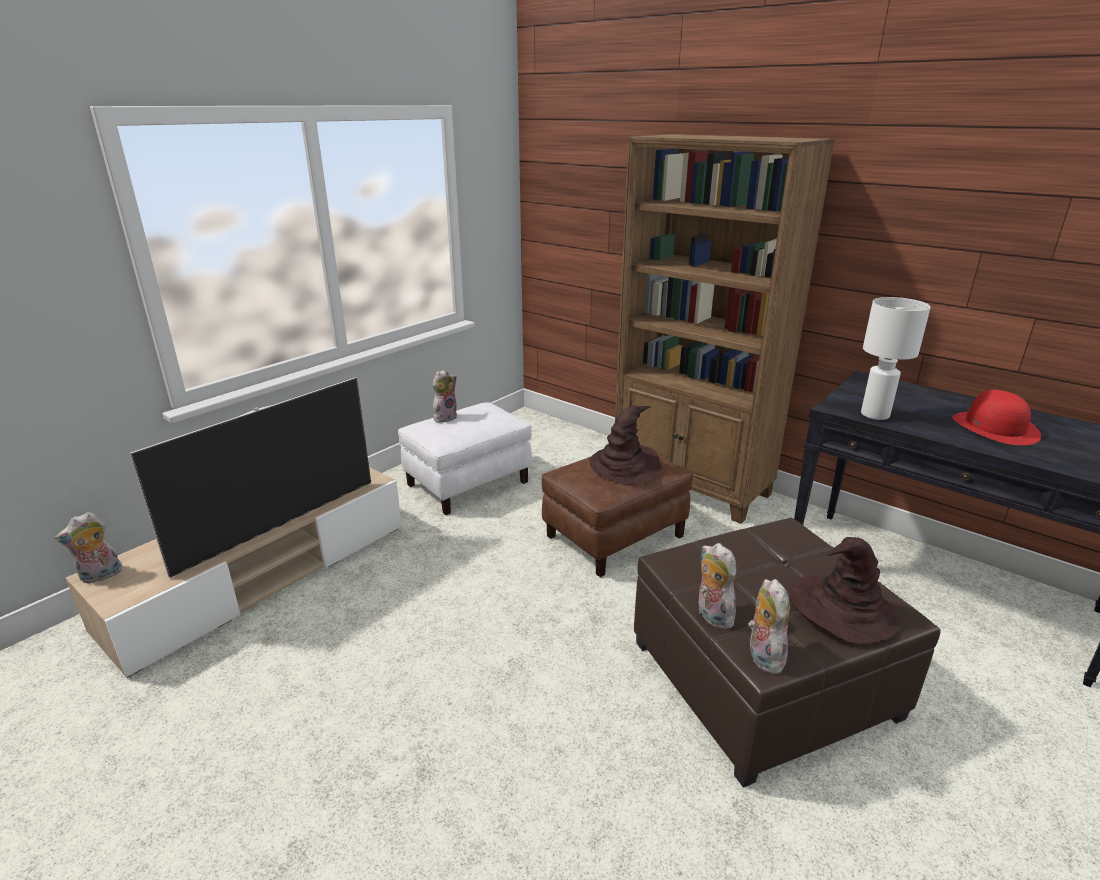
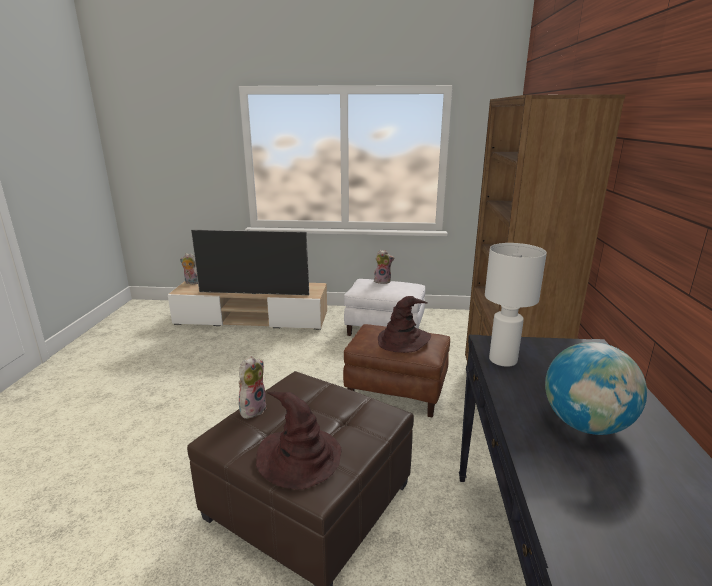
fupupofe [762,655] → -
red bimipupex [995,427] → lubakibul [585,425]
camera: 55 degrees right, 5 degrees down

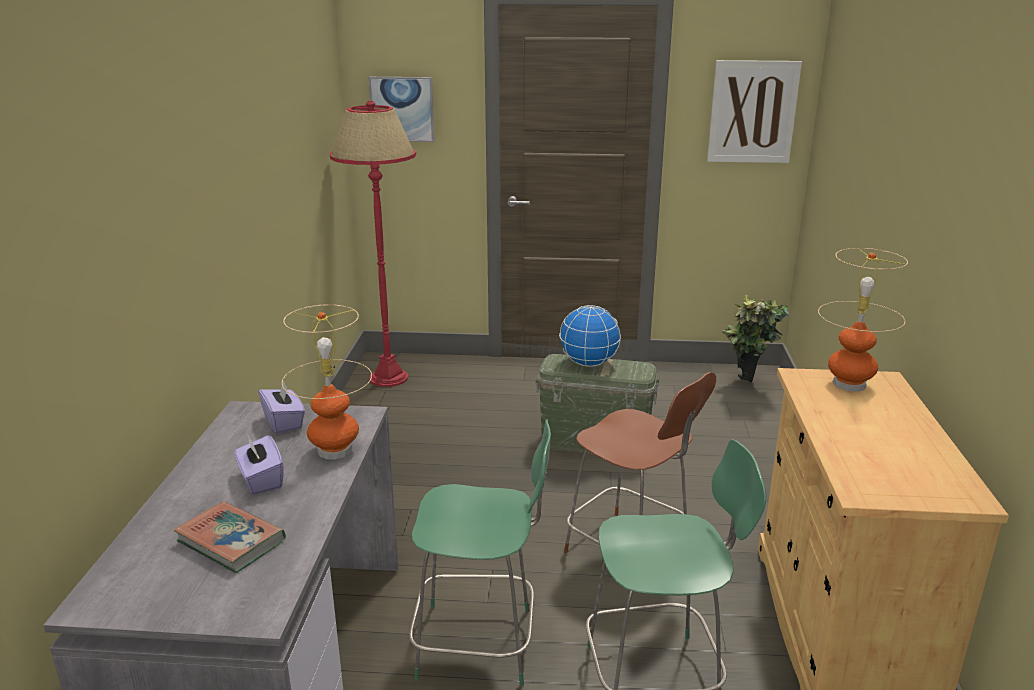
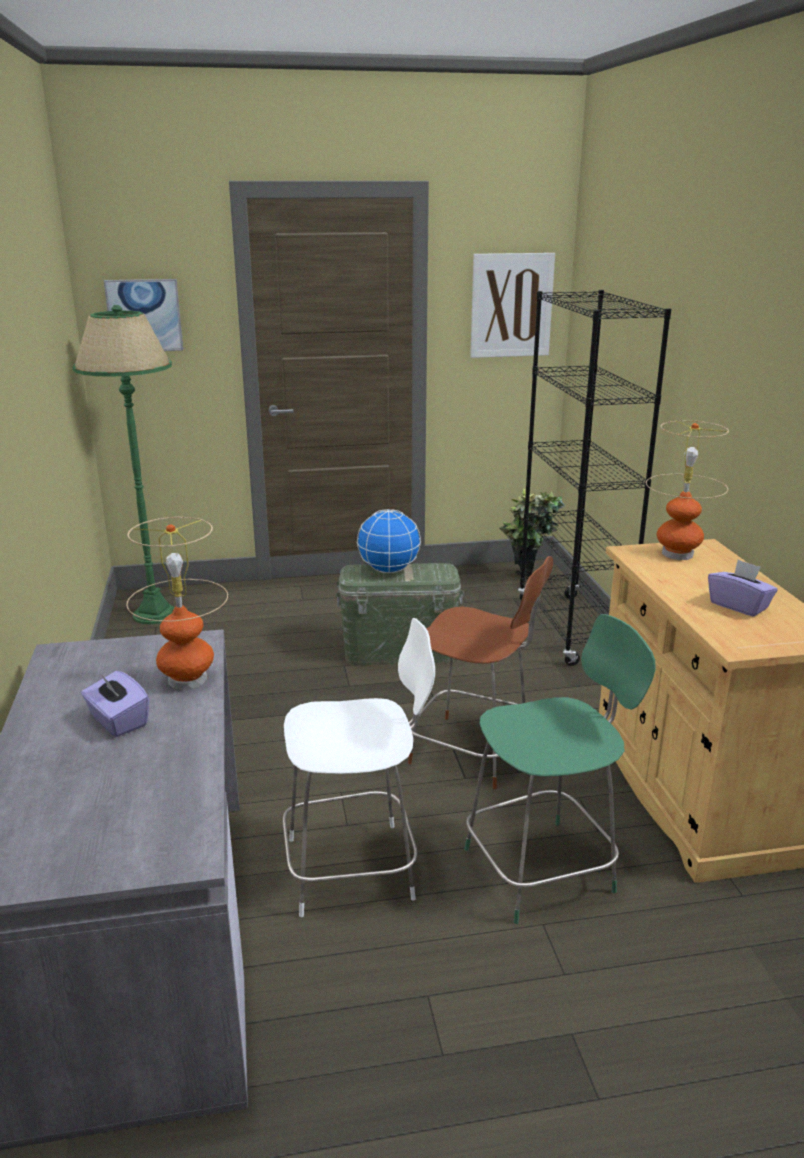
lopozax [231,541] → -
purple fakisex [284,422] → purple fakisex [739,606], relocated
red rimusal [388,378] → green rimusal [154,614]
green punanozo [480,644] → white punanozo [355,867]
- → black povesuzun [571,629]
camera: 15 degrees left, 0 degrees up

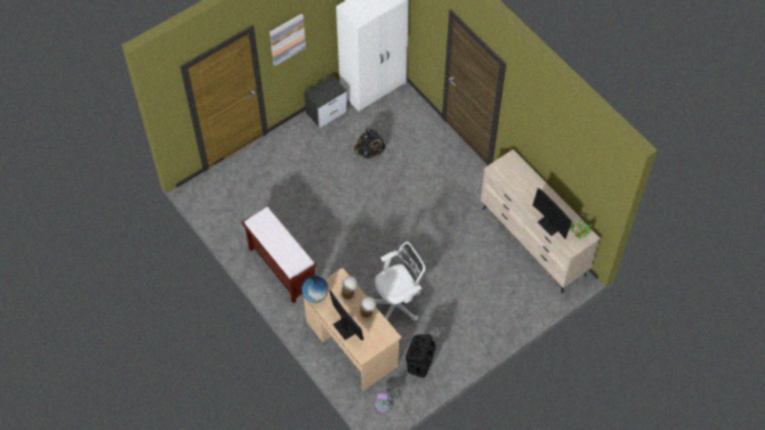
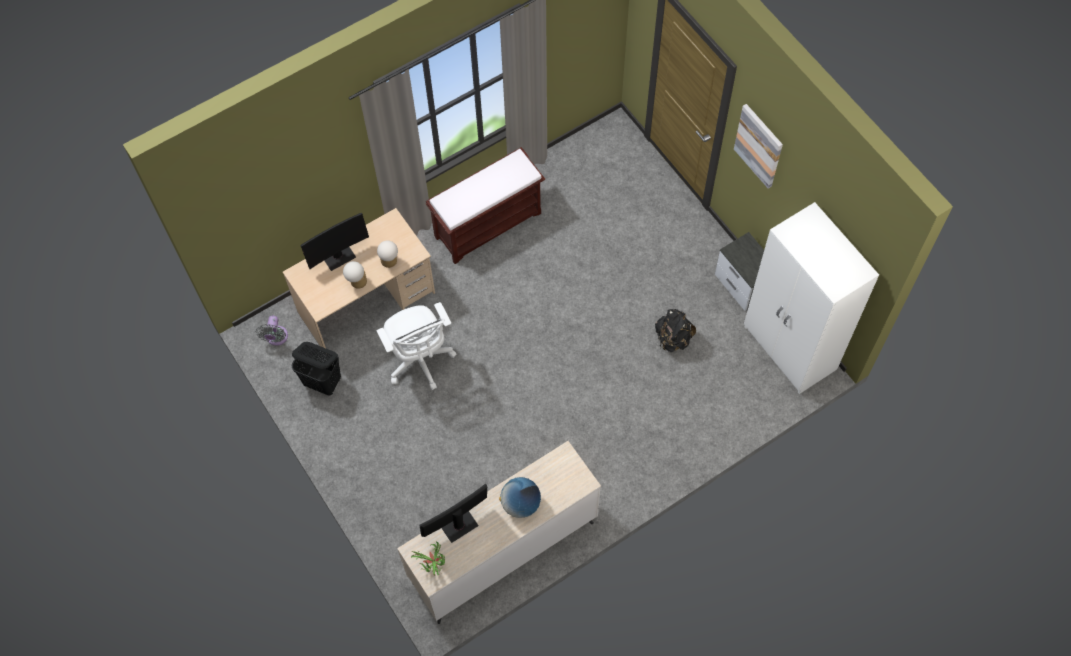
lubakibul [315,295] → lubakibul [521,504], relocated
camera: 95 degrees right, 5 degrees up

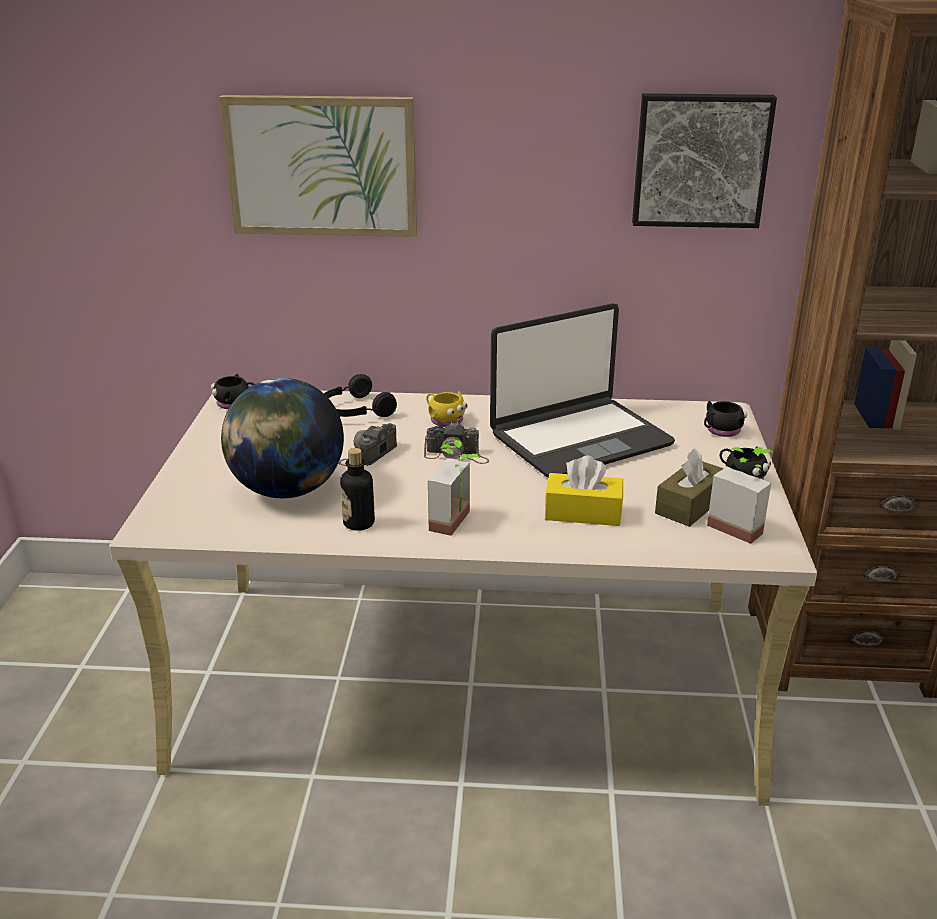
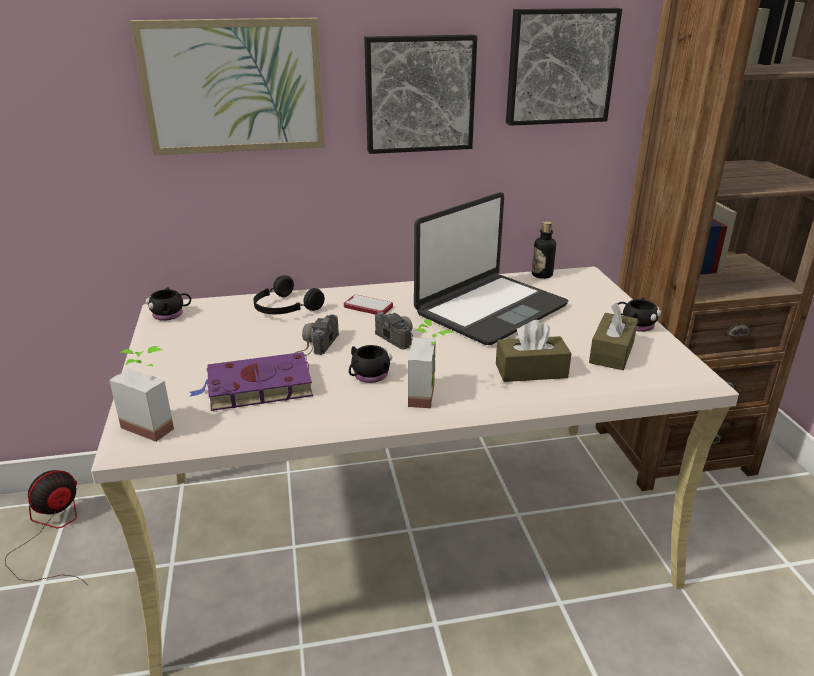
lubakibul [287,490] → purple lopozax [256,388]
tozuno [359,523] → tozuno [542,275], relocated
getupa [456,455] → getupa [395,335], 120 degrees counterclockwise
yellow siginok [444,419] → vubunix [368,306]
yellow fakisex [583,513] → brown fakisex [531,371]
black siginok [721,431] → black siginok [368,376], relocated
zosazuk [740,525] → zosazuk [155,423], relocated
- → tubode [52,534]
- → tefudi [419,94]
camera: 15 degrees left, 0 degrees up

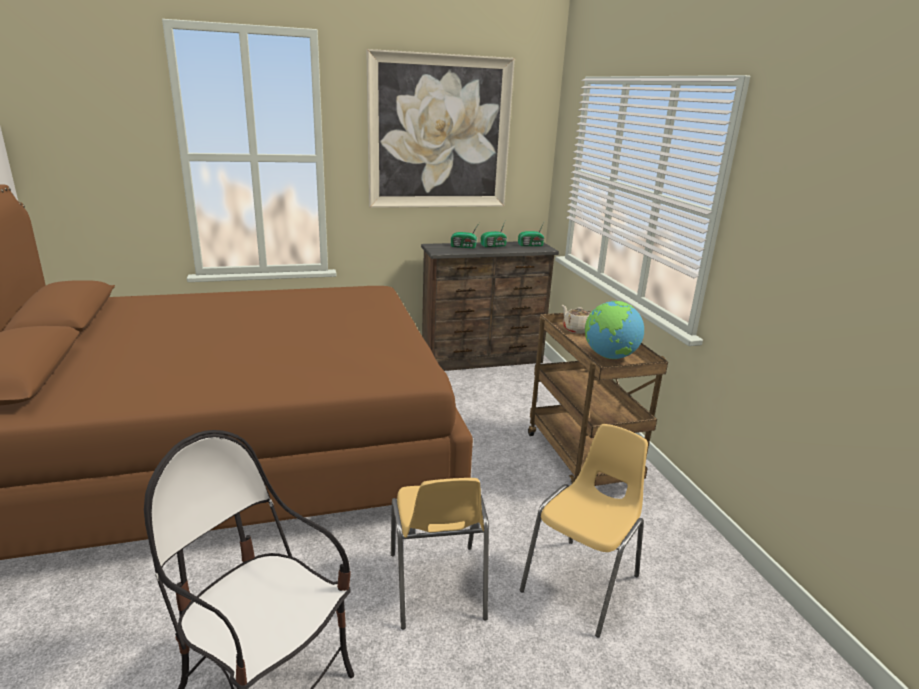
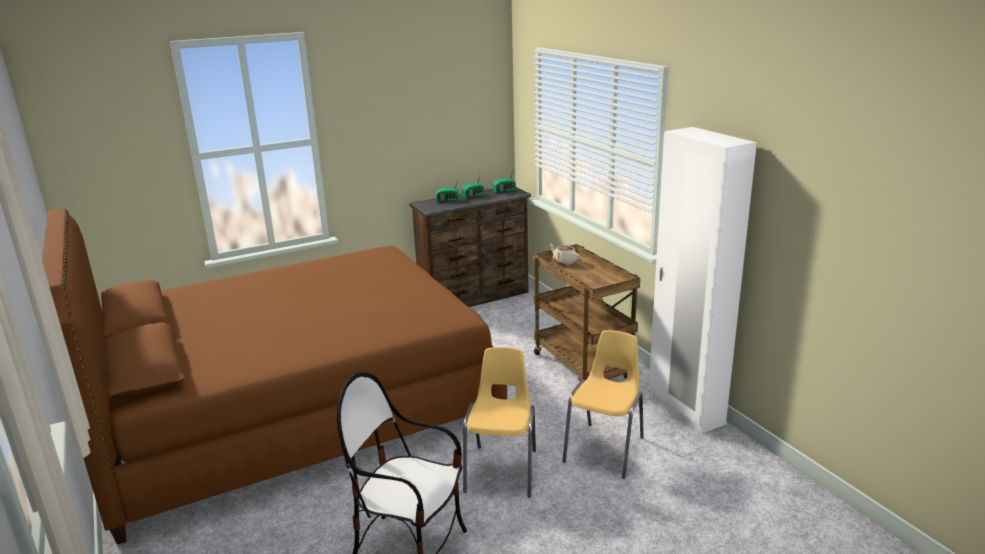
tefudi [439,133] → -
yellow punanozo [437,586] → yellow punanozo [502,470], 150 degrees counterclockwise
lubakibul [609,356] → -
- → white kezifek [685,410]
camera: 10 degrees left, 0 degrees up

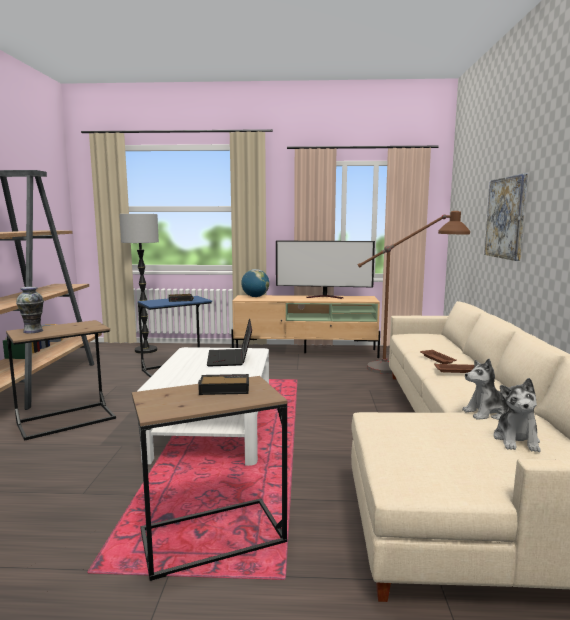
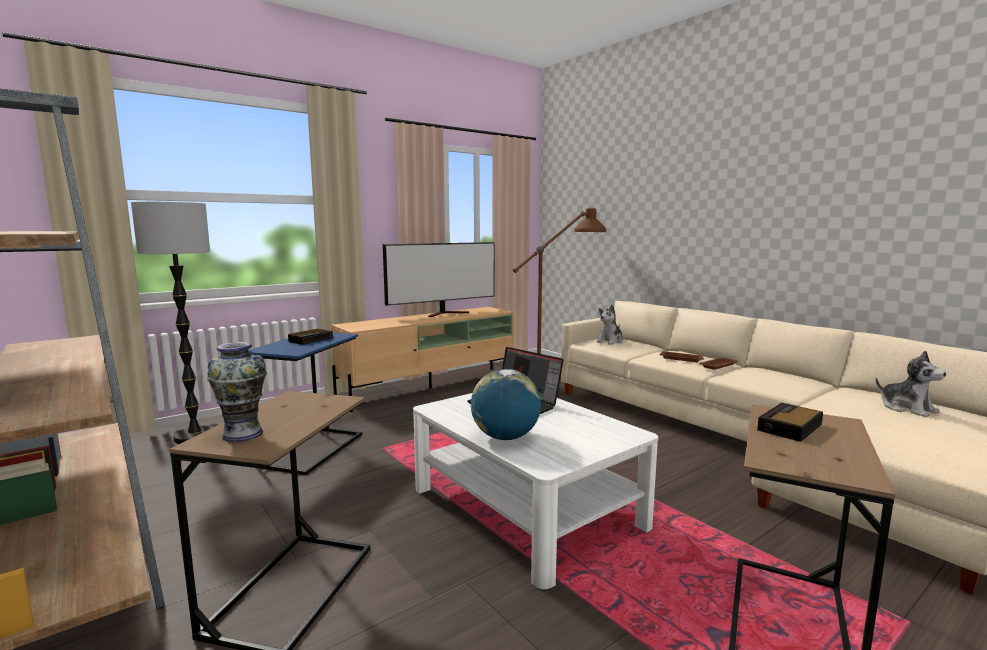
lubakibul [255,297] → lubakibul [505,437], relocated
fupupofe [487,413] → fupupofe [610,341], relocated
tefudi [506,218] → -
camera: 40 degrees left, 0 degrees up

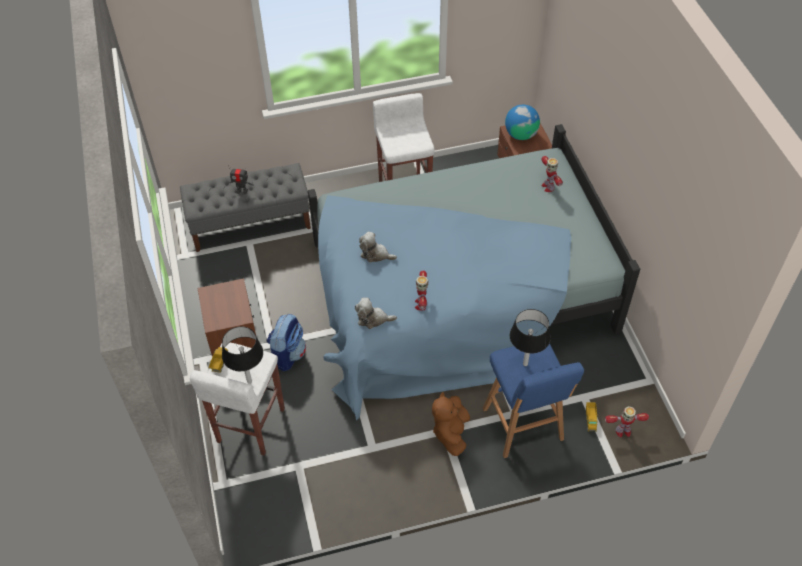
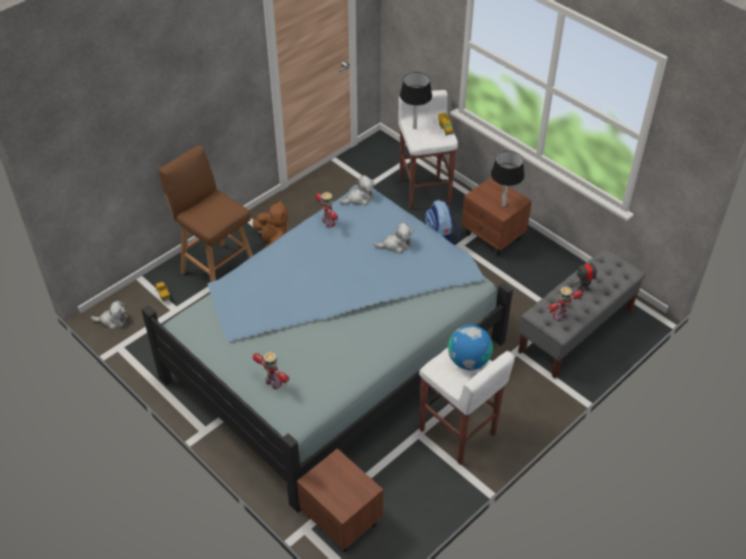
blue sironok [523,426] → brown sironok [217,269]
lubakibul [521,135] → lubakibul [468,361], relocated
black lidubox [525,364] → black lidubox [503,205], relocated
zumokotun [622,431] → zumokotun [560,316], relocated
- → fupupofe [113,320]
camera: 150 degrees right, 5 degrees down

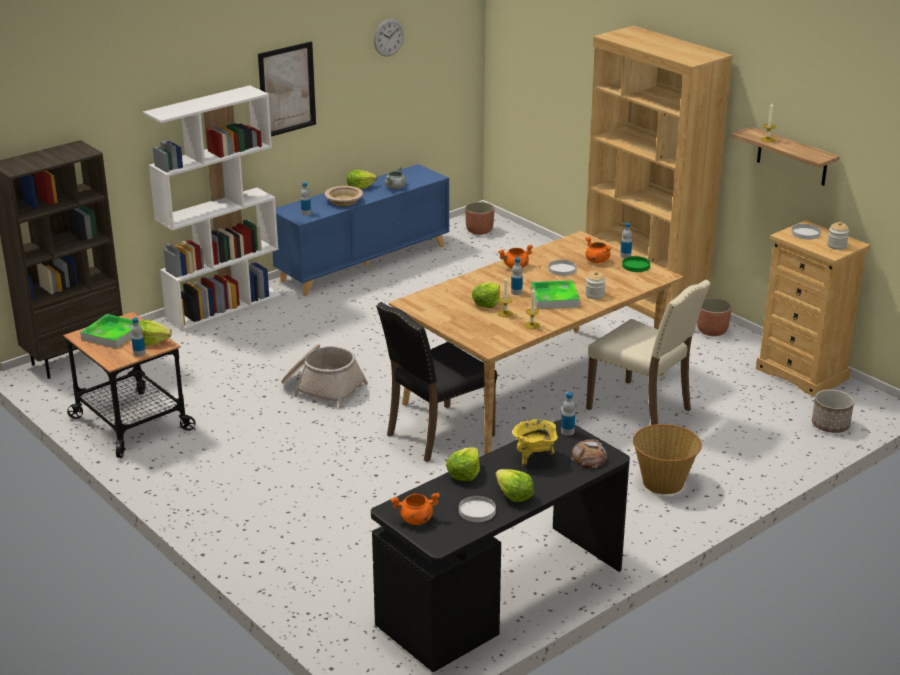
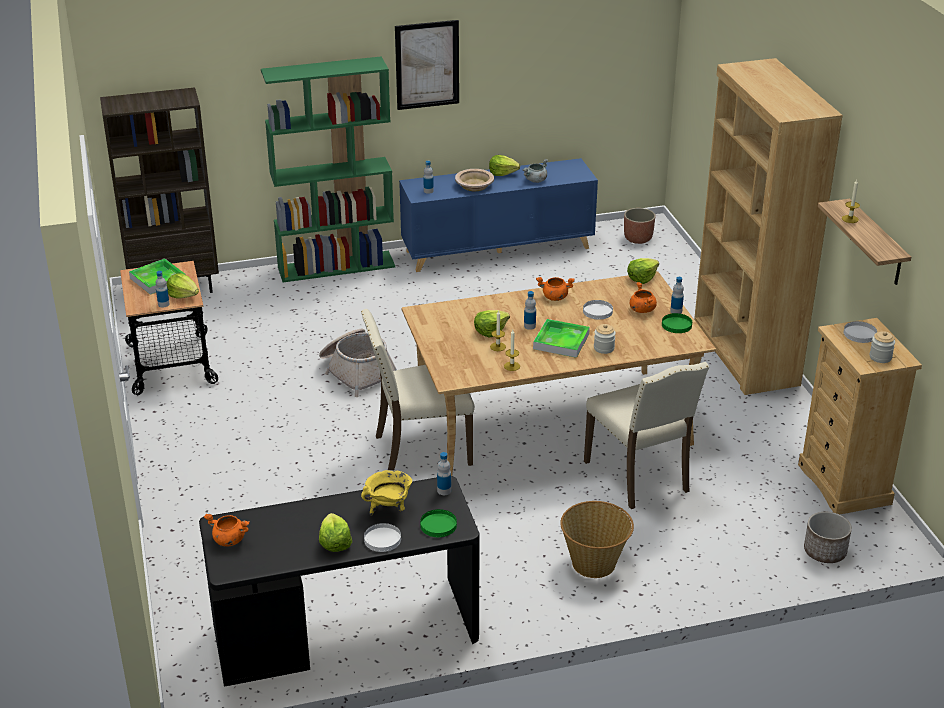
white povesuzun [224,307] → green povesuzun [337,266]
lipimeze [388,37] → -
black punanozo [437,435] → beige punanozo [420,449]
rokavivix [464,474] → rokavivix [642,278], relocated
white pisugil [477,511] → white pisugil [382,539], relocated
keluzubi [589,458] → green pisugil [438,525]
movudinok [712,331] → -
camera: 25 degrees right, 5 degrees up

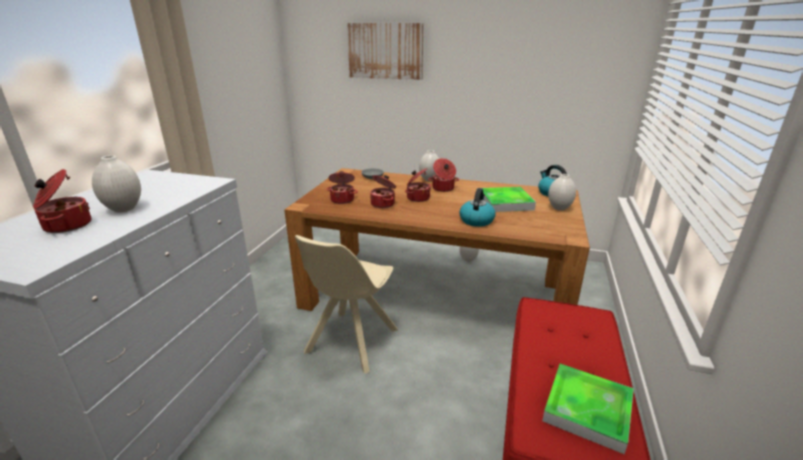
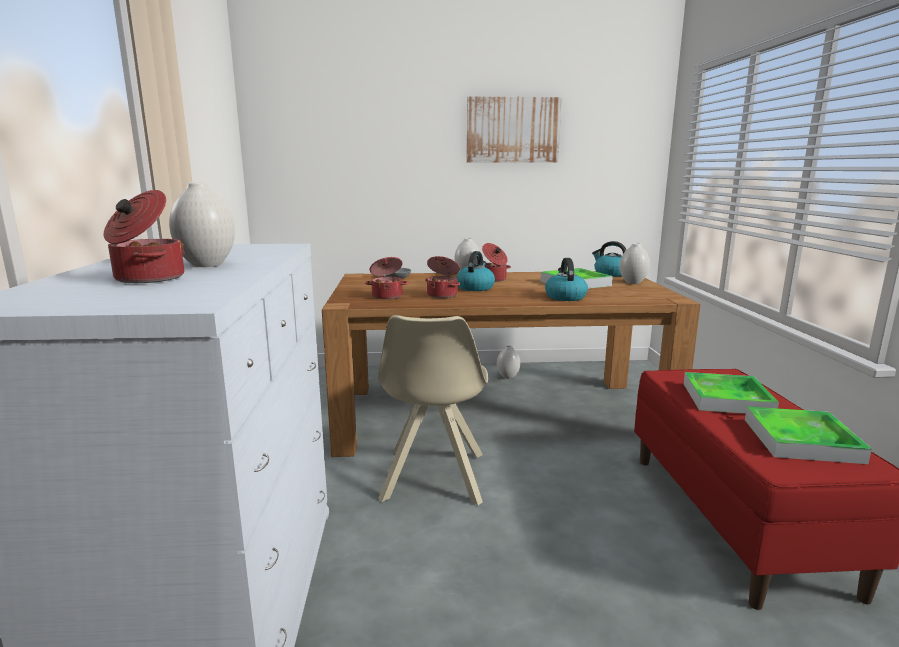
tefudi [385,51] → tefudi [512,130], relocated
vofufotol [417,198] → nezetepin [475,287]
- → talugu [726,398]
camera: 20 degrees left, 10 degrees down

